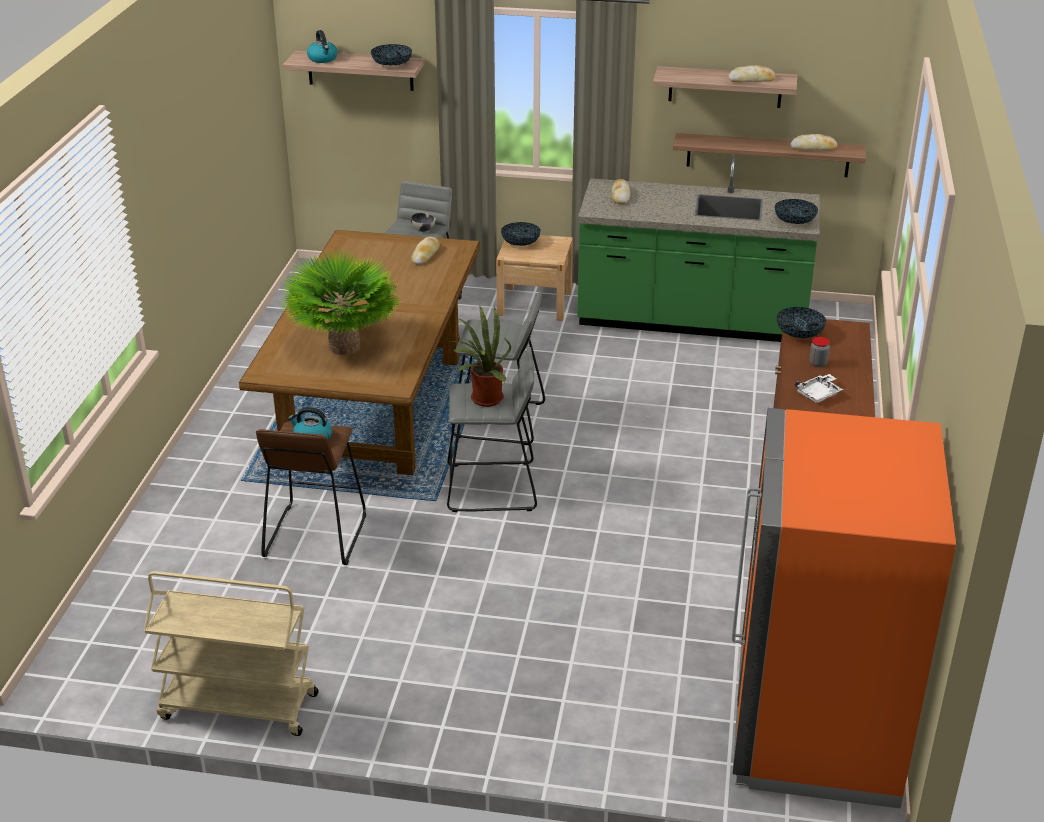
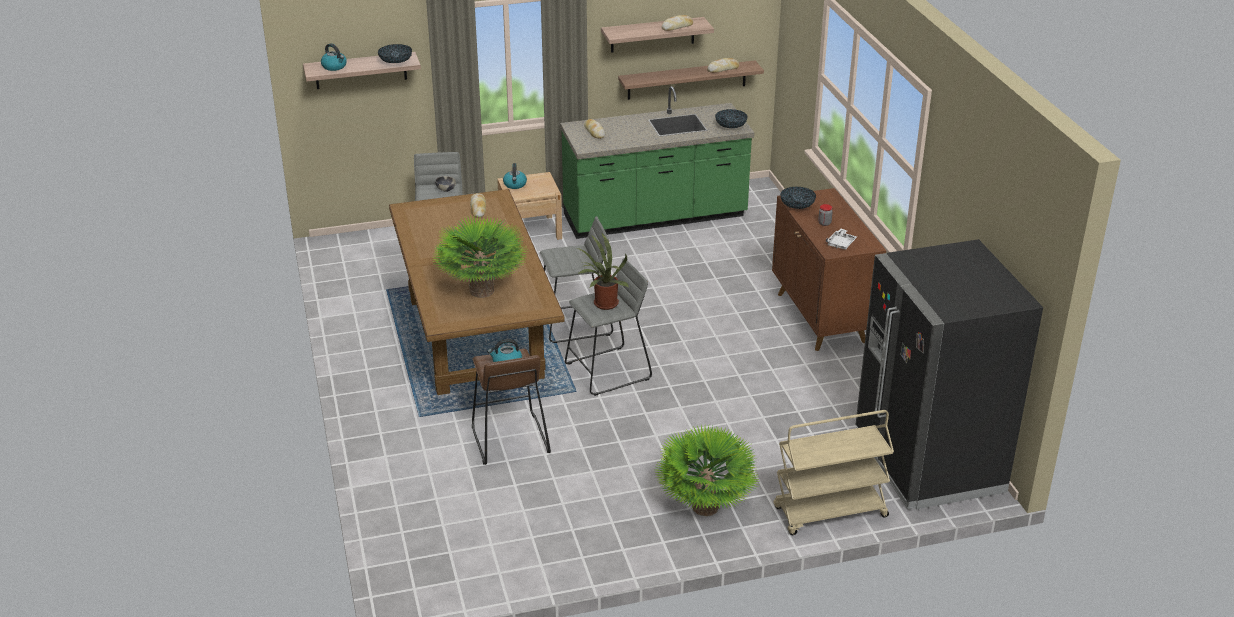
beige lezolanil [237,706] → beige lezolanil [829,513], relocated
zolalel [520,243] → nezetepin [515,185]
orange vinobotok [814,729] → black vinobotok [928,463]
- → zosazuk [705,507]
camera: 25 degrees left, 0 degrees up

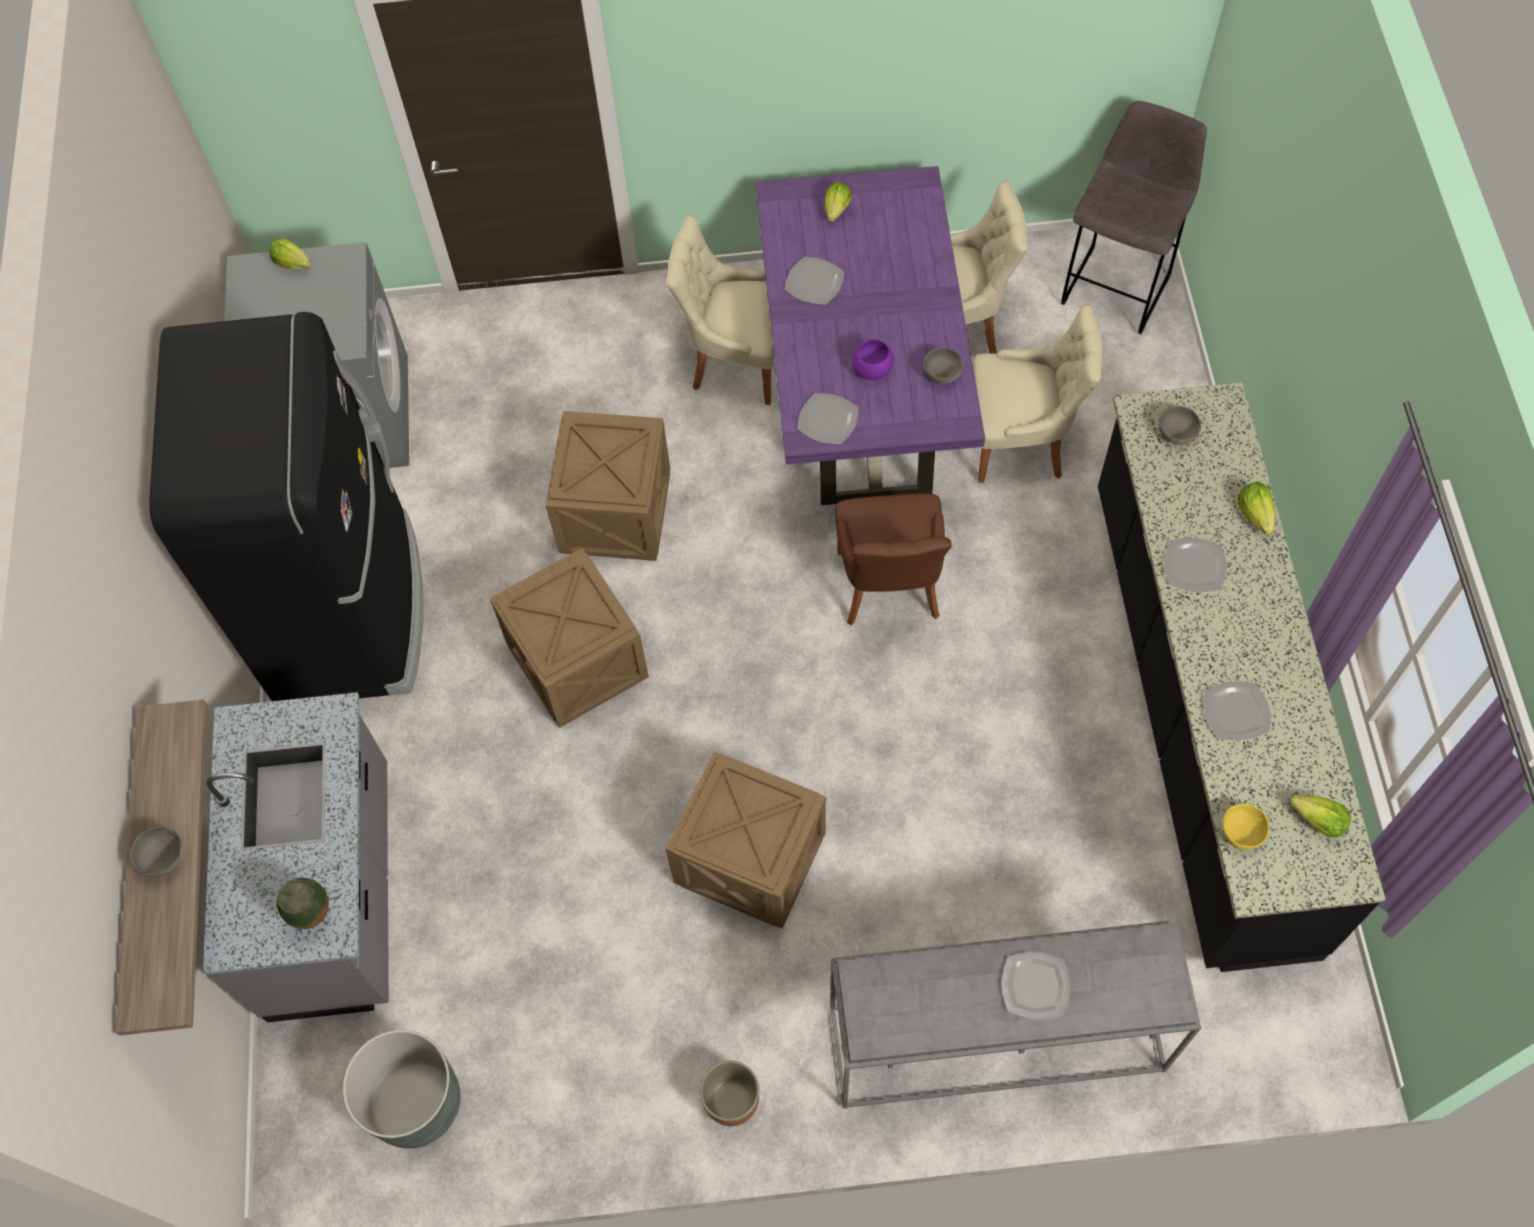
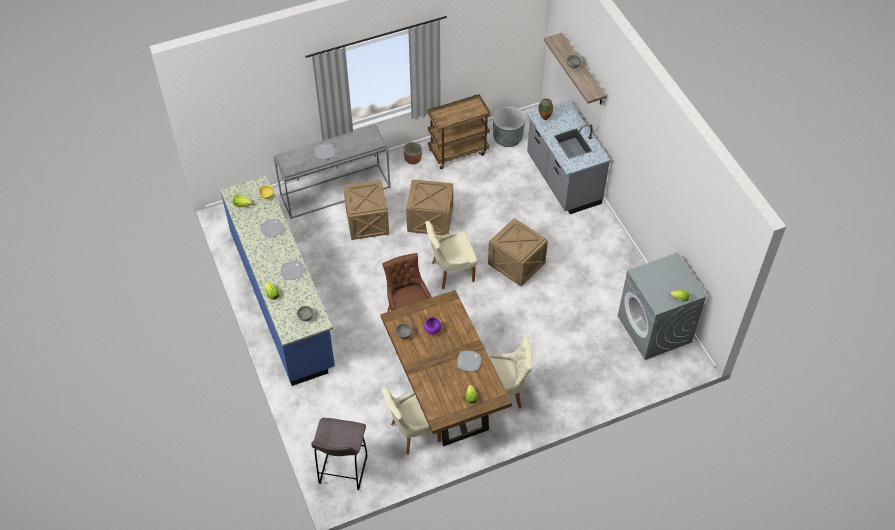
black vinobotok [349,609] → -
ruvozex [615,510] → ruvozex [367,222], relocated
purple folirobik [863,394] → brown folirobik [444,391]
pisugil [828,420] → -
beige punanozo [1021,442] → beige punanozo [451,272], relocated
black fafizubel [1198,714] → blue fafizubel [282,299]
- → brown lezolanil [458,151]
camera: 160 degrees right, 10 degrees down

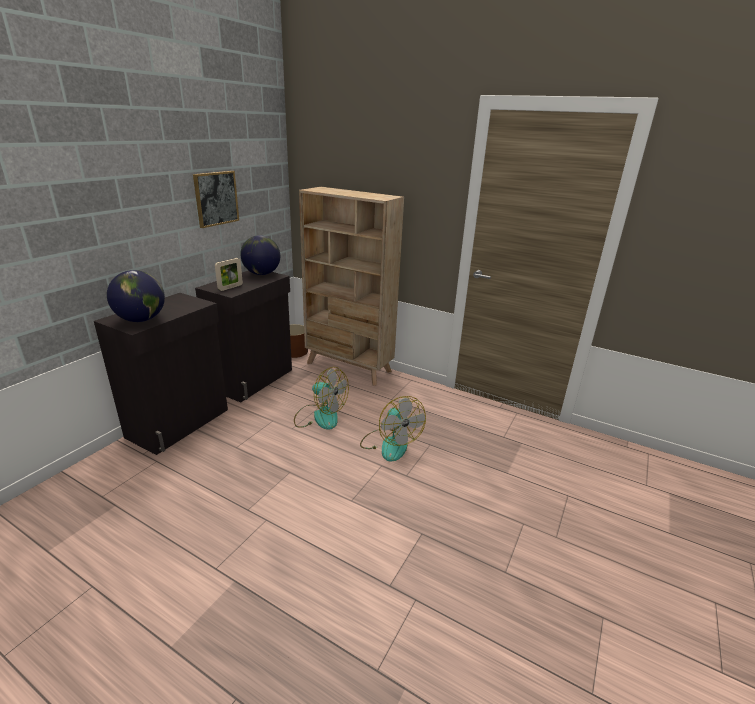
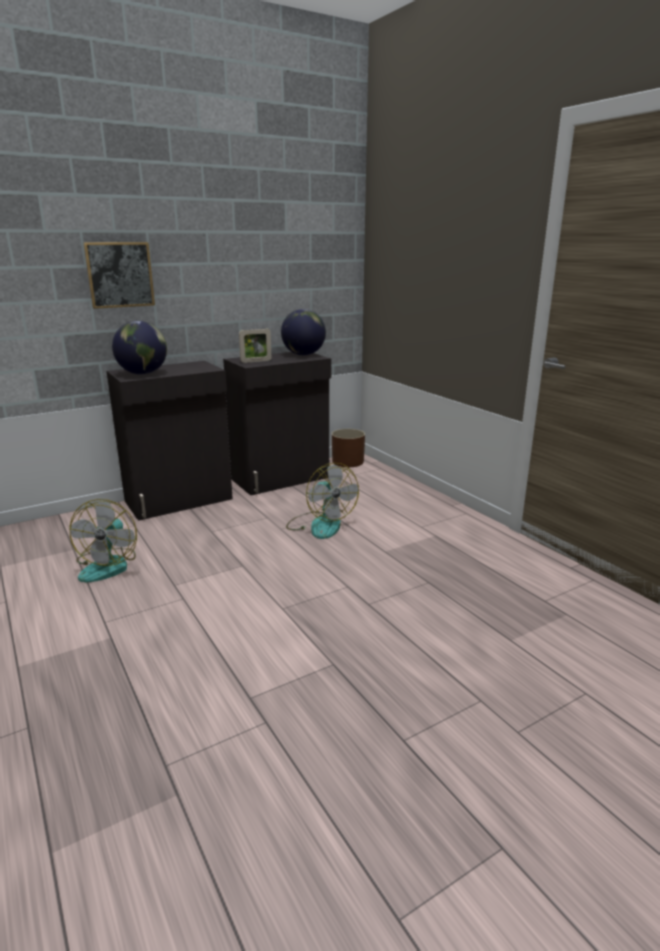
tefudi [216,198] → tefudi [120,275], relocated
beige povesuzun [349,367] → -
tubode [390,444] → tubode [109,565], relocated
camera: 30 degrees right, 5 degrees down

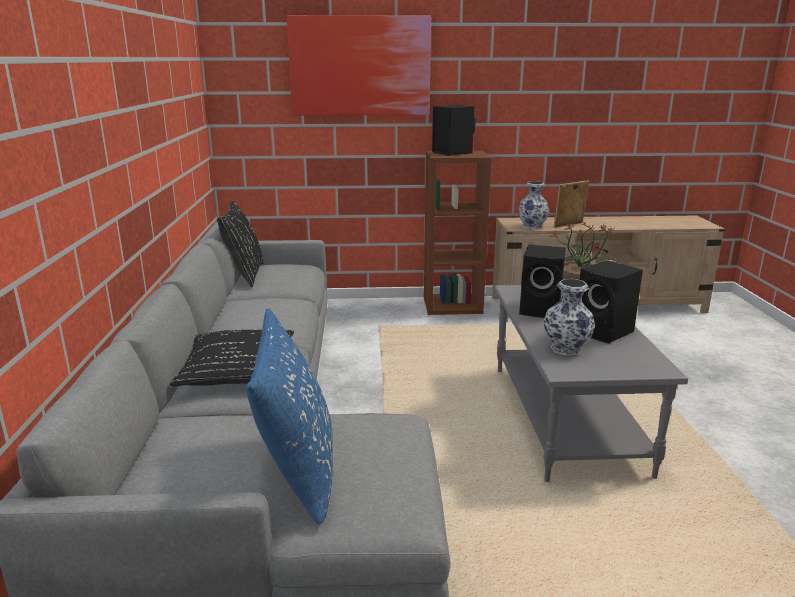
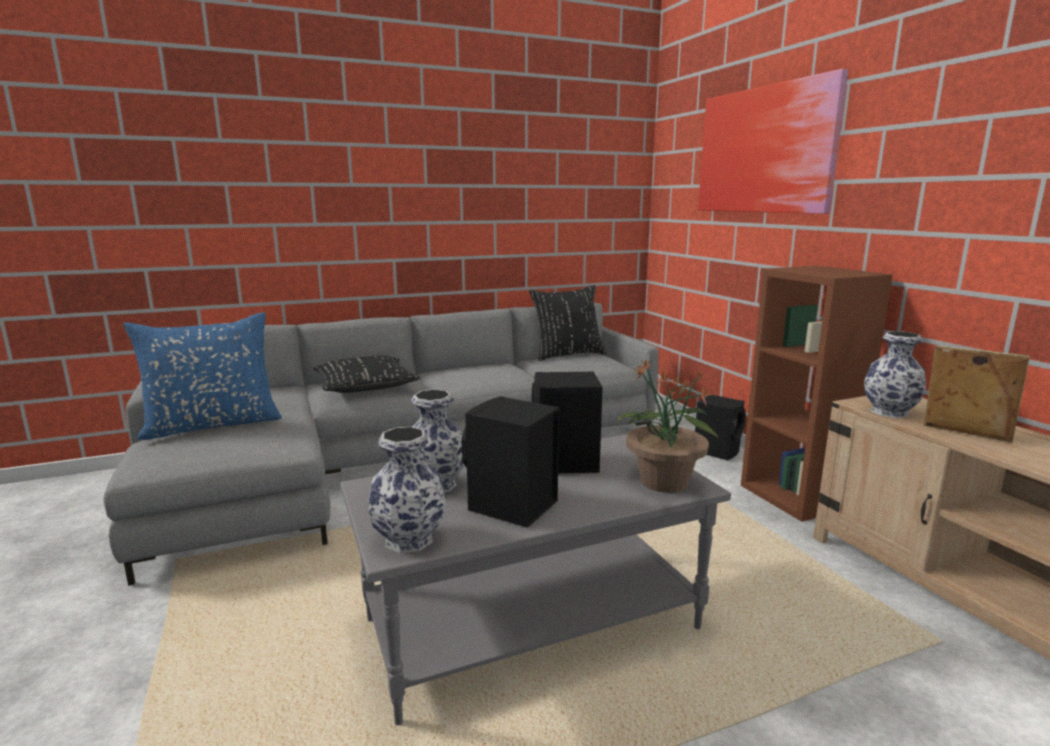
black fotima [451,153] → black fotima [717,451], relocated
- → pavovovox [410,540]
camera: 70 degrees right, 5 degrees down

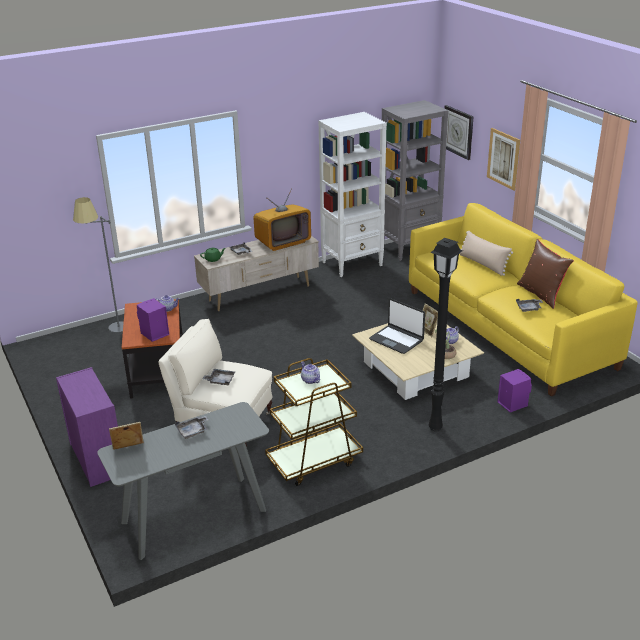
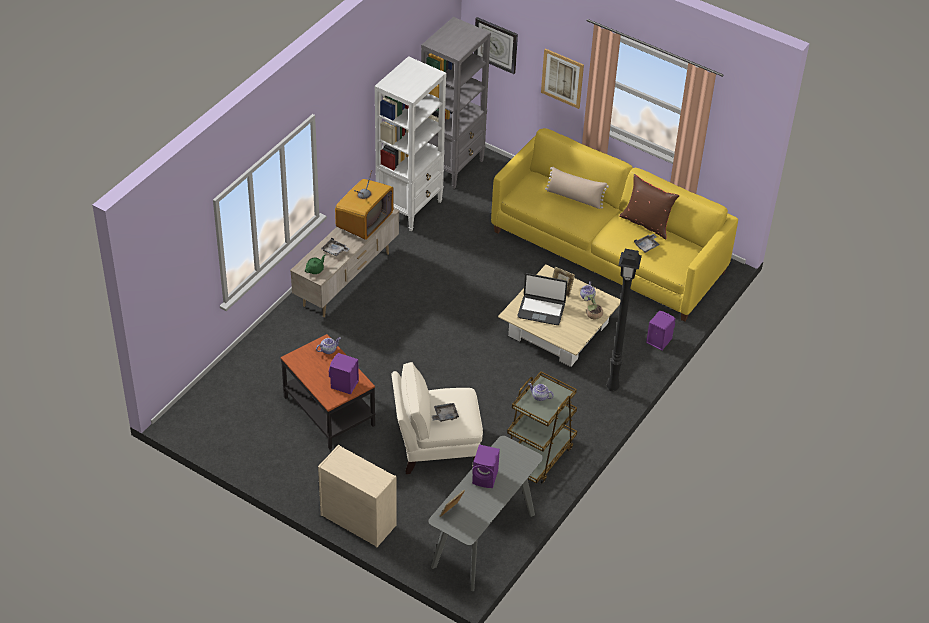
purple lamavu [97,458] → beige lamavu [357,520]
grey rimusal [112,331] → -
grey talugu [193,431] → purple fotima [486,478]
camera: 30 degrees left, 15 degrees up

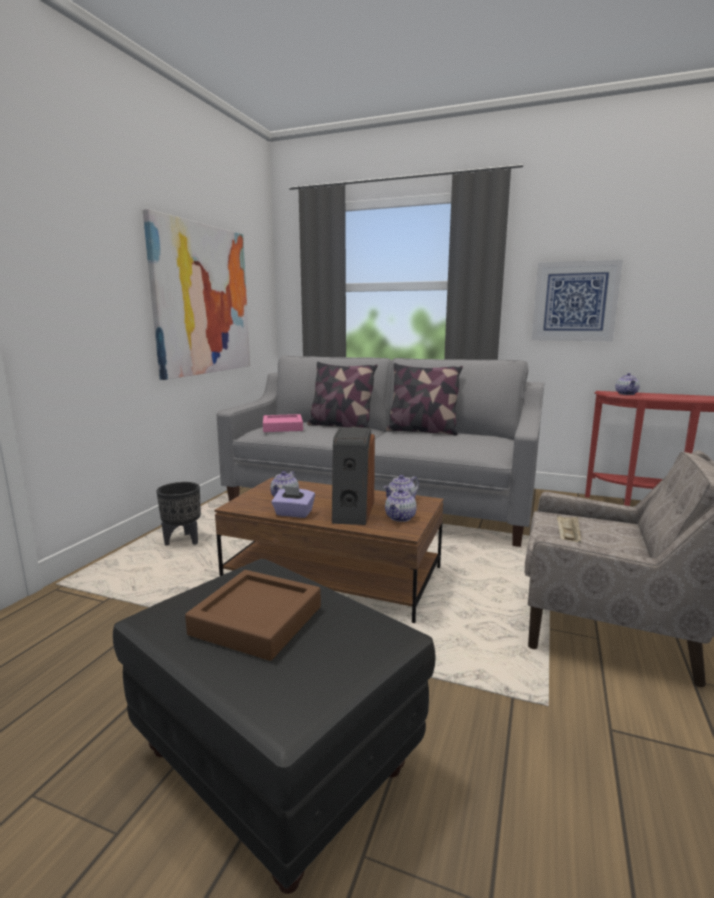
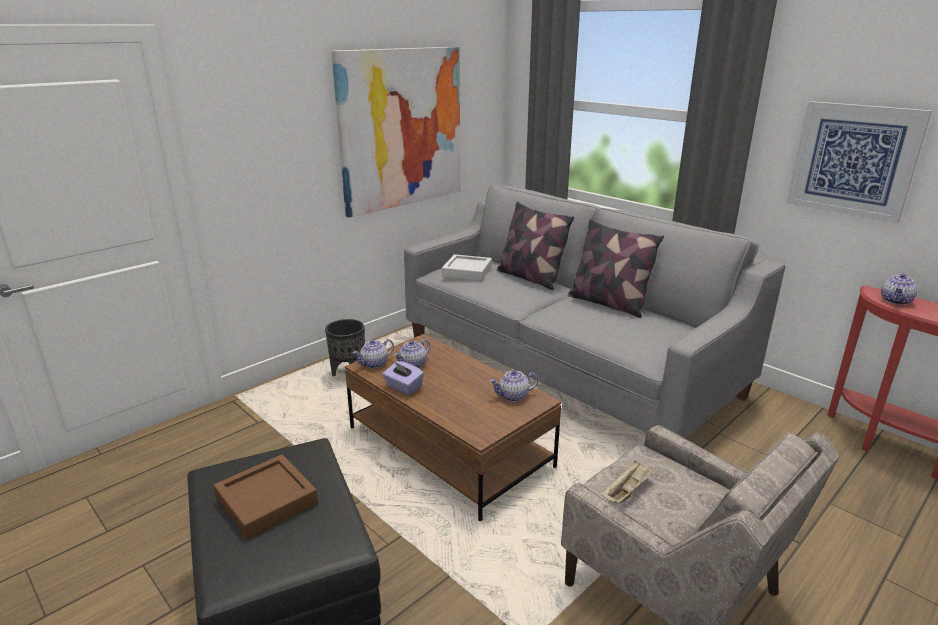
pink talugu [282,427] → grey talugu [467,272]
fotima [352,511] → -
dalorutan [400,518] → dalorutan [374,364], relocated
camera: 25 degrees right, 10 degrees up

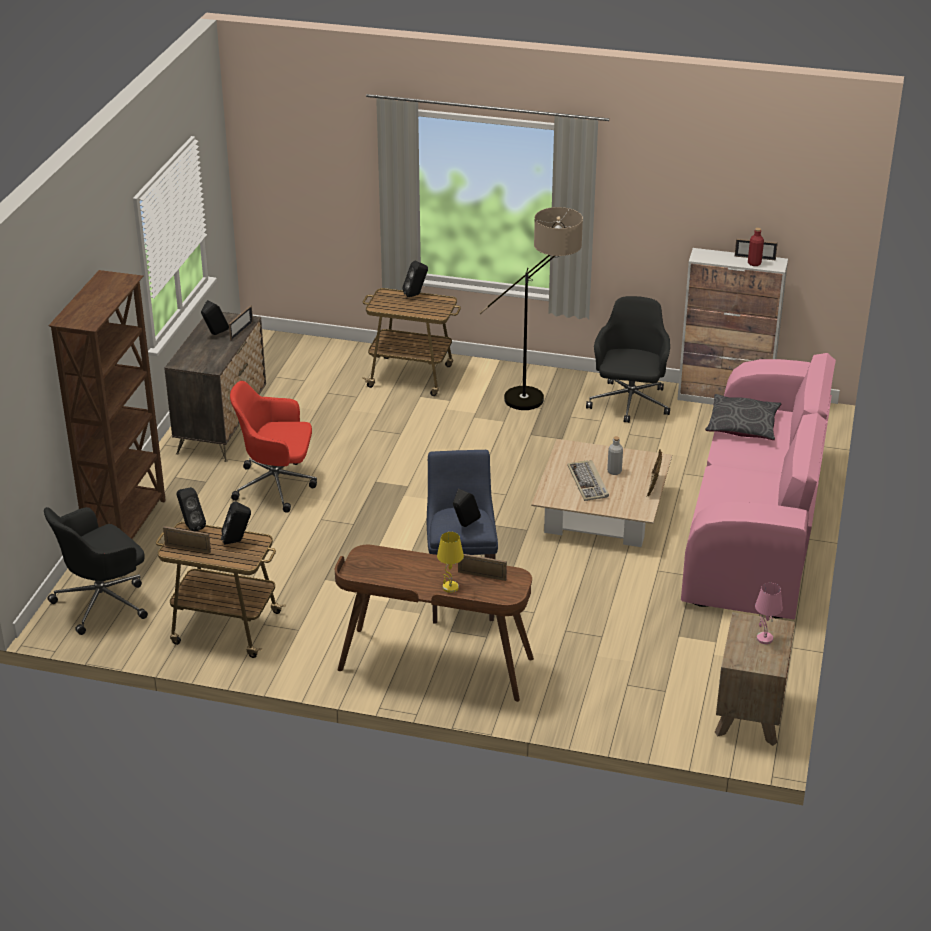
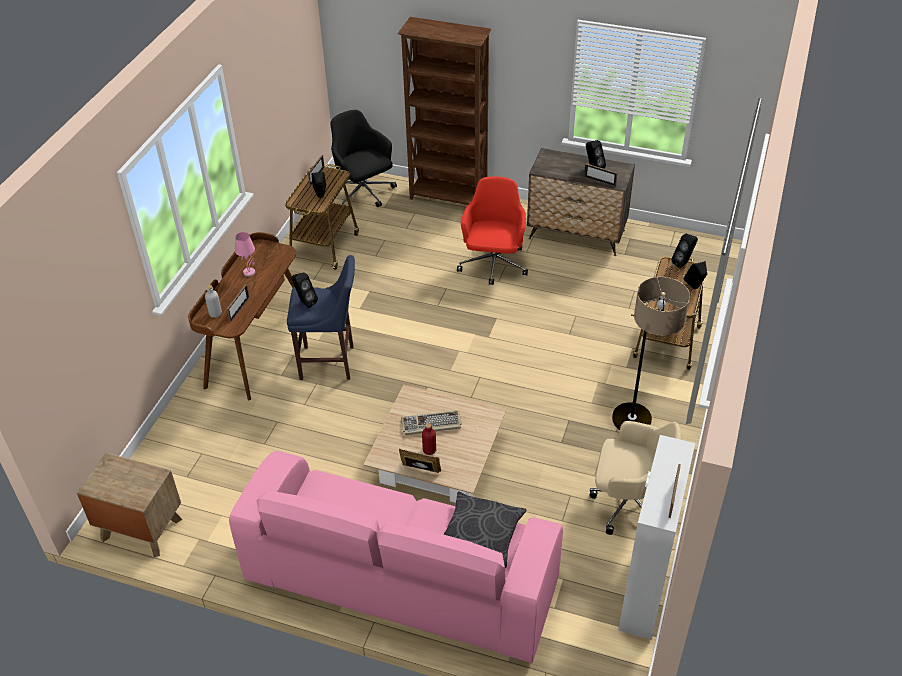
black fotima [191,526] → black fotima [683,263], relocated
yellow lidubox [450,588] → -
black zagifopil [629,404] → beige zagifopil [628,502]
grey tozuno [614,471] → grey tozuno [215,313], relocated
red tozuno [754,263] → red tozuno [429,450], relocated
pink lidubox [764,638] → pink lidubox [249,272], relocated
camera: 95 degrees right, 10 degrees up

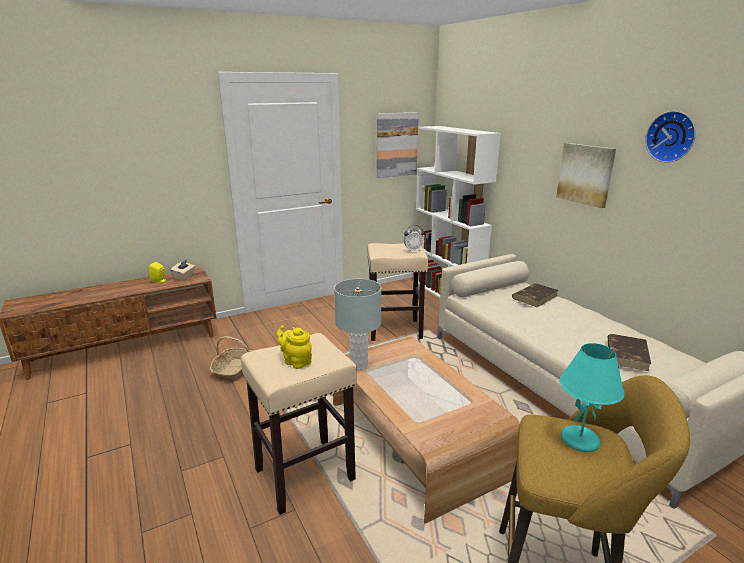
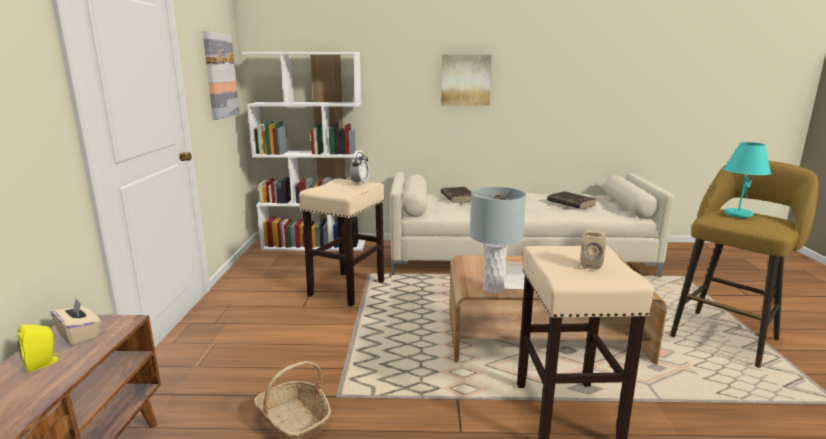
yellow dalorutan [296,361] → beige fotima [590,264]
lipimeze [672,136] → -
camera: 60 degrees left, 5 degrees down

